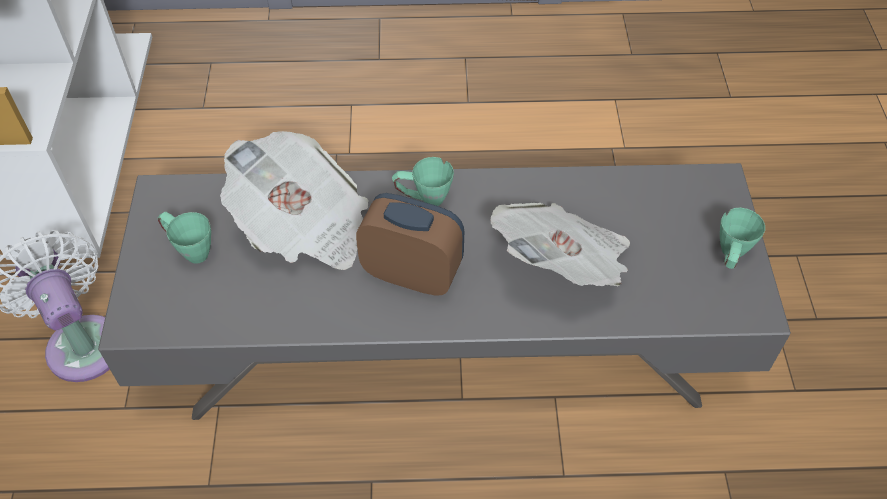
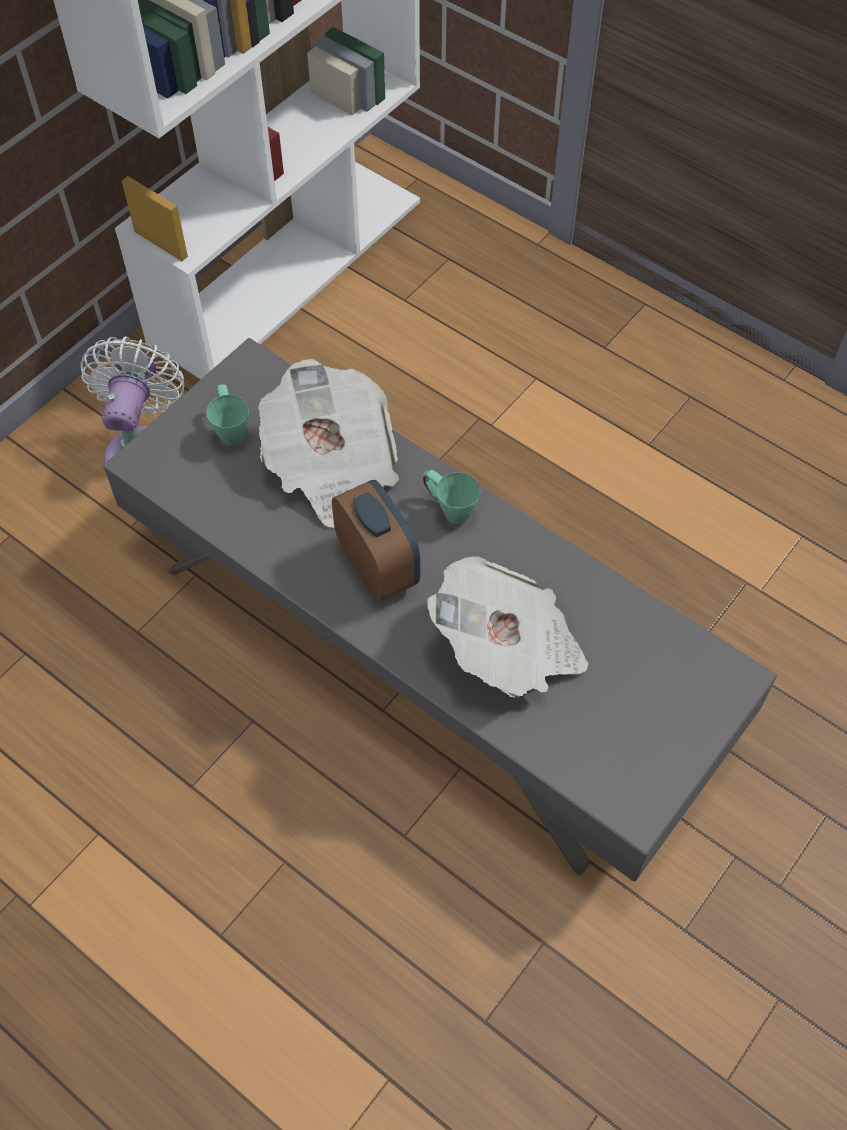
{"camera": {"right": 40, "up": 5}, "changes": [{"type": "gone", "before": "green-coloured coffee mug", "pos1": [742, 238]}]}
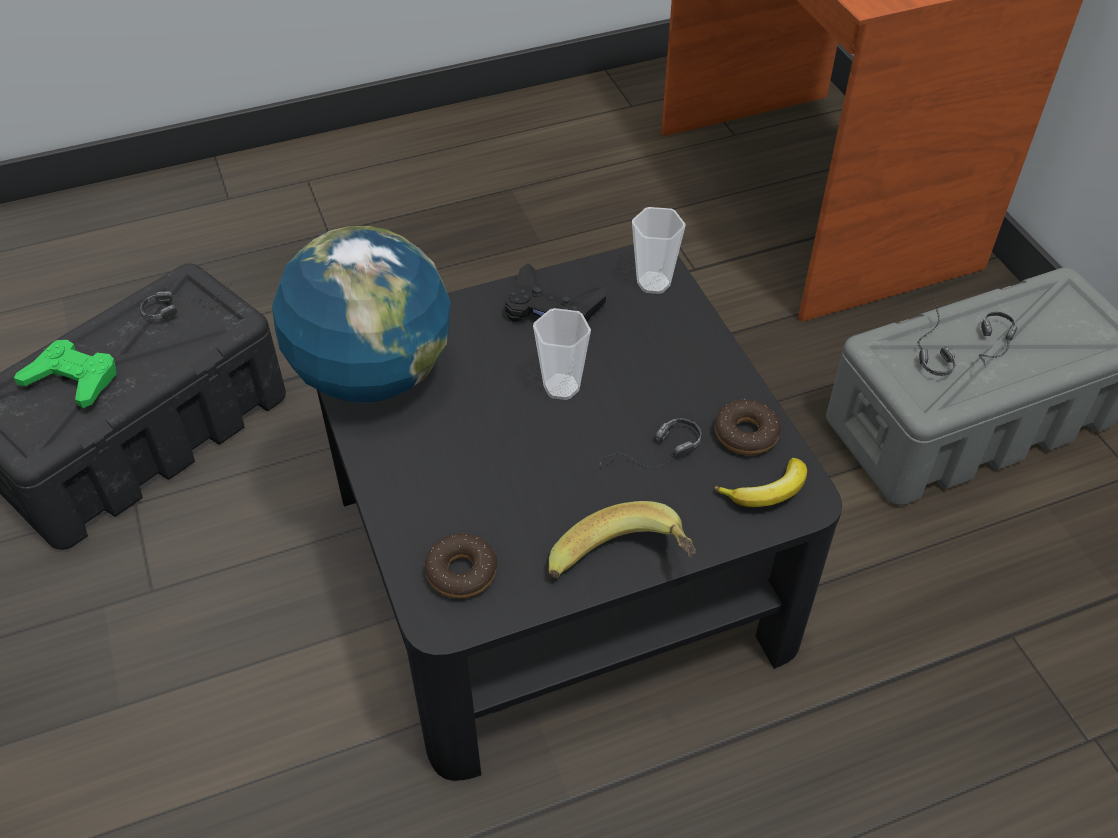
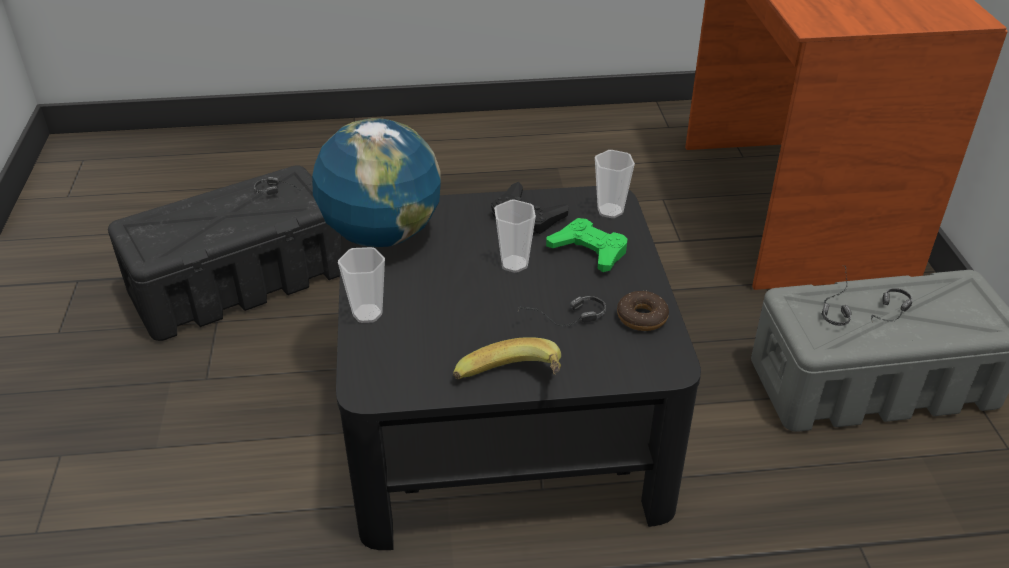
{"camera": {"right": 15, "up": -10}, "changes": [{"type": "new", "after": "small cup", "pos2": [361, 285]}, {"type": "shifted", "before": "green-coloured gamepad", "pos1": [65, 374], "pos2": [587, 245]}, {"type": "gone", "before": "doughnut", "pos1": [461, 566]}, {"type": "gone", "before": "banana", "pos1": [760, 482]}]}
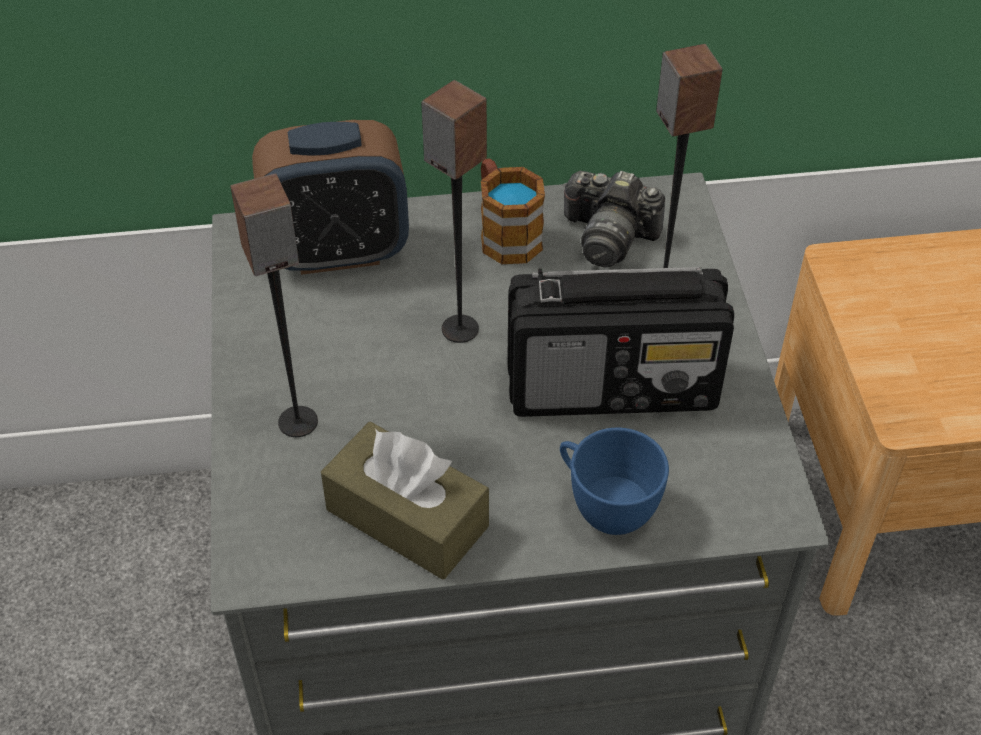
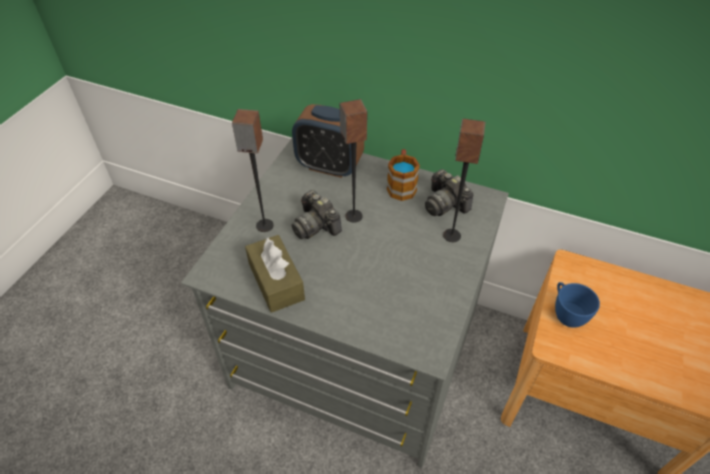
{"camera": {"right": 30, "up": 0}, "changes": [{"type": "new", "after": "still camera", "pos2": [317, 214]}, {"type": "shifted", "before": "blue-coloured small cup", "pos1": [614, 481], "pos2": [577, 305]}, {"type": "gone", "before": "radio receiver", "pos1": [620, 341]}]}
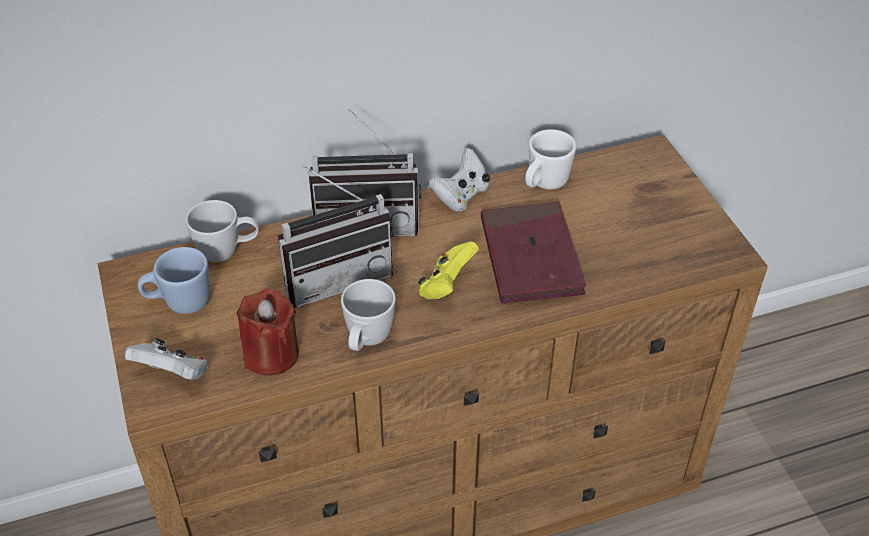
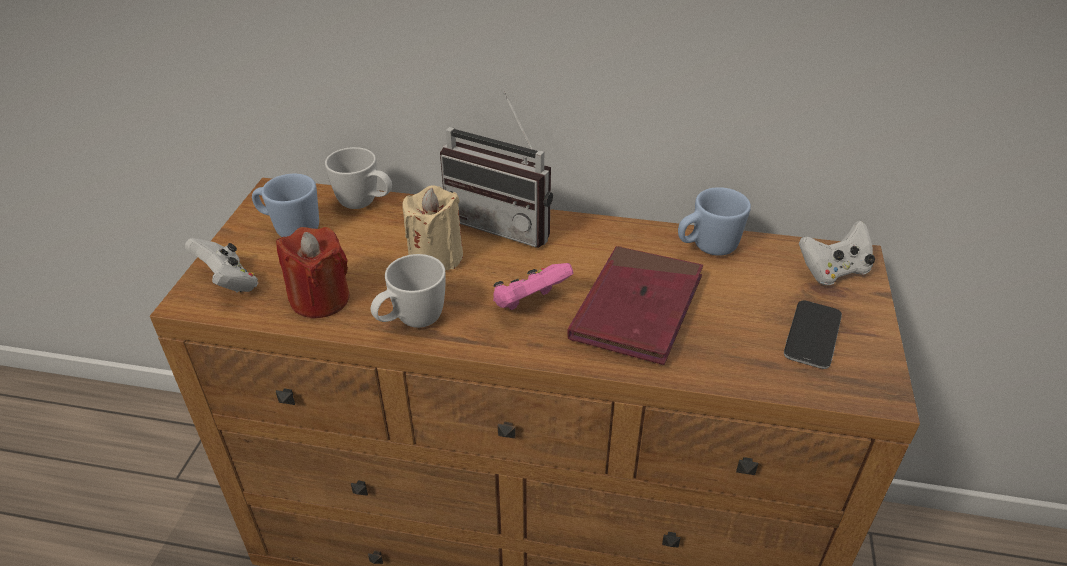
{"camera": {"right": 30, "up": -5}, "changes": [{"type": "swapped", "before": "radio receiver", "after": "sand-coloured wax light", "pos1": [336, 237], "pos2": [432, 228]}, {"type": "repainted", "before": "yellowish gamepad", "after": "pinkish gamepad", "pos1": [448, 270], "pos2": [533, 286]}, {"type": "repainted", "before": "white-coloured coffee mug", "after": "blue-coloured coffee mug", "pos1": [550, 159], "pos2": [714, 221]}, {"type": "new", "after": "phone", "pos2": [813, 334]}, {"type": "shifted", "before": "white-coloured gamepad", "pos1": [459, 180], "pos2": [837, 253]}]}
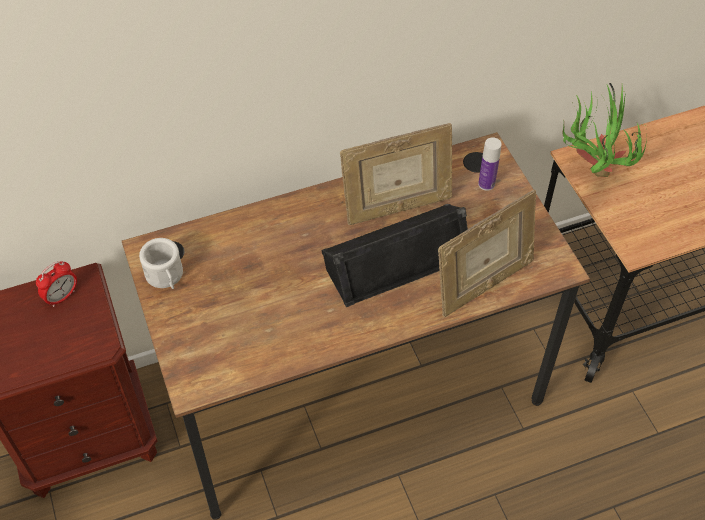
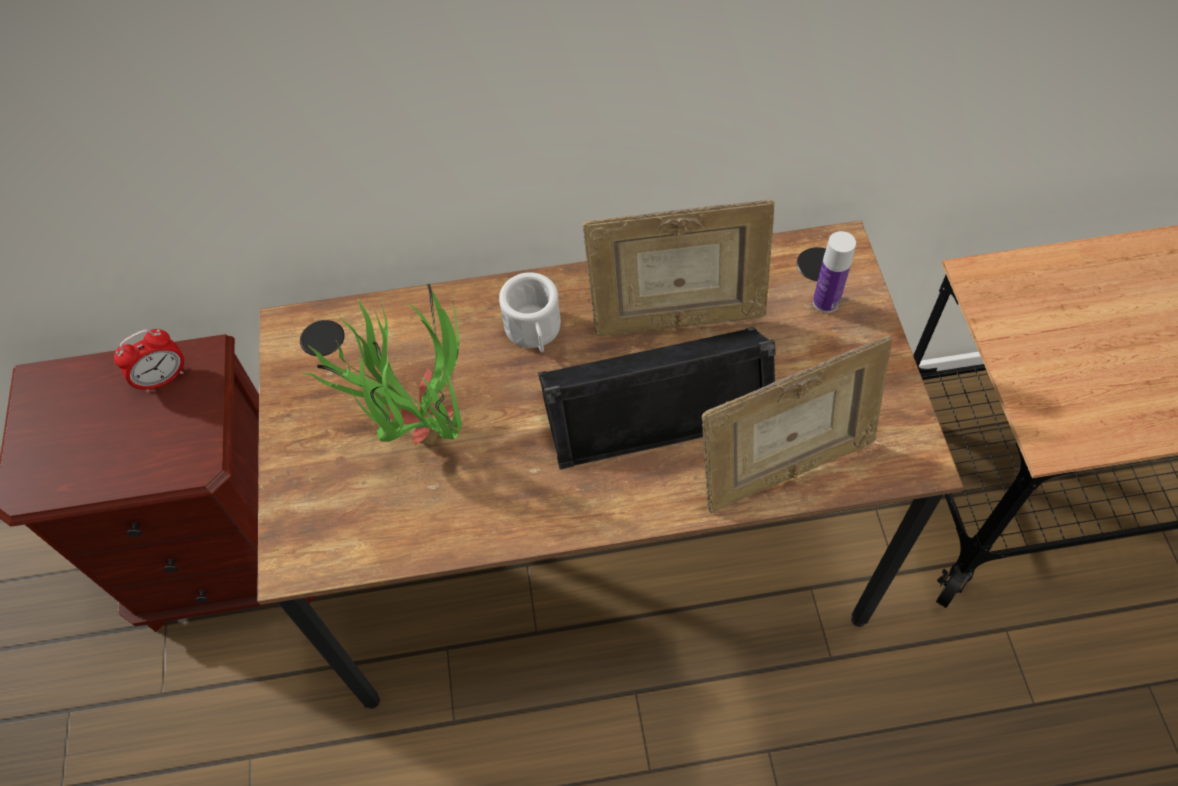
{"camera": {"right": 15, "up": 5}, "changes": [{"type": "shifted", "before": "houseplant", "pos1": [604, 130], "pos2": [382, 364]}, {"type": "shifted", "before": "white-coloured coffee mug", "pos1": [161, 263], "pos2": [530, 312]}]}
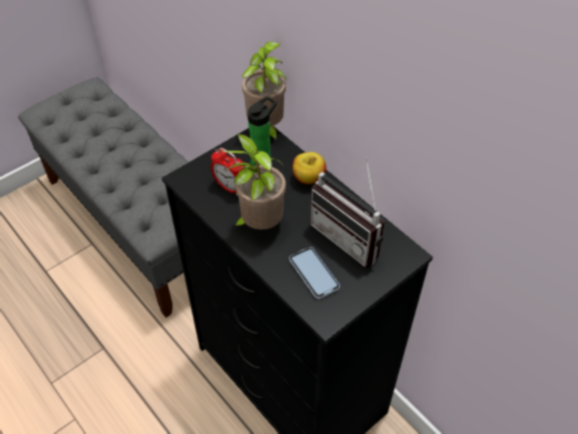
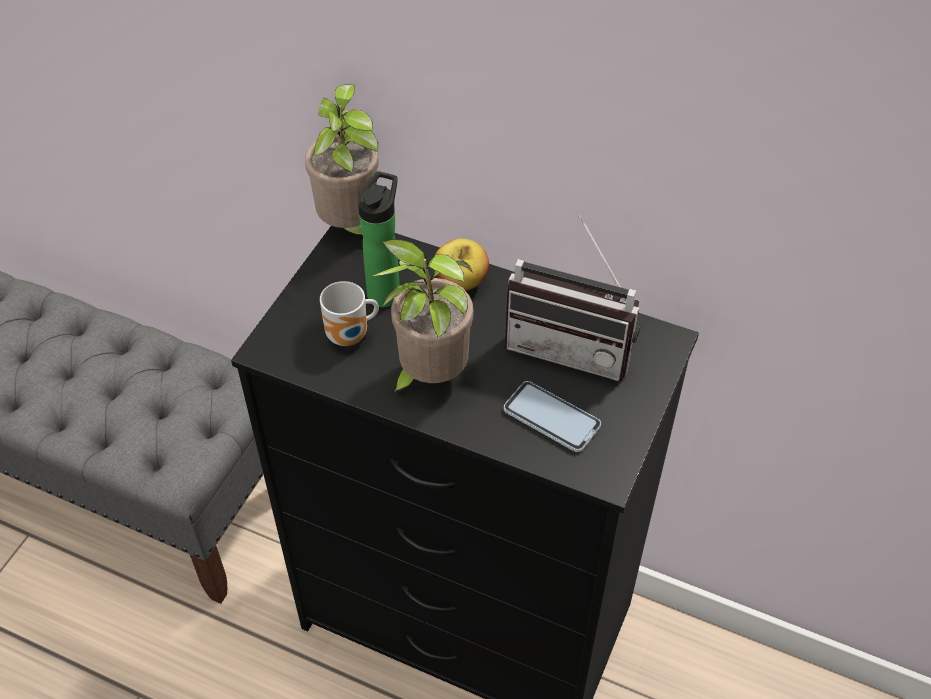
{"camera": {"right": -25, "up": 0}, "changes": [{"type": "swapped", "before": "table clock", "after": "coffee mug", "pos1": [228, 172], "pos2": [349, 313]}]}
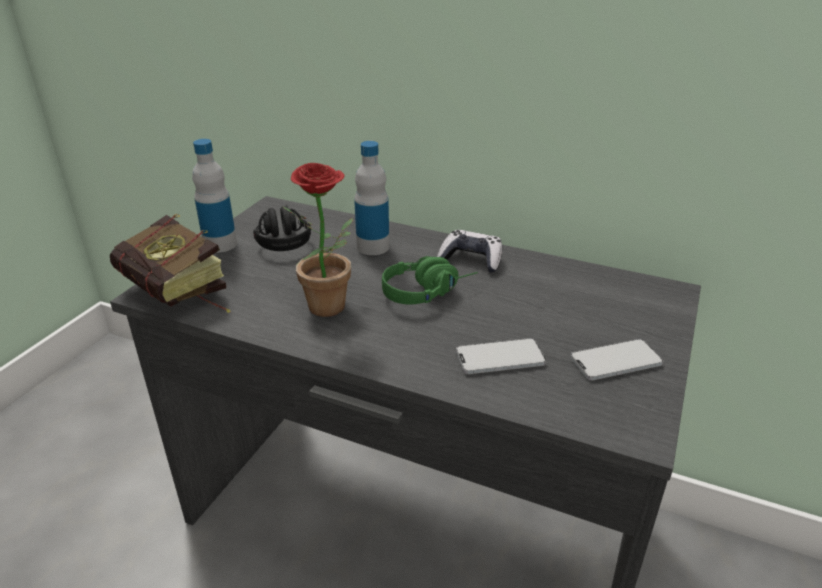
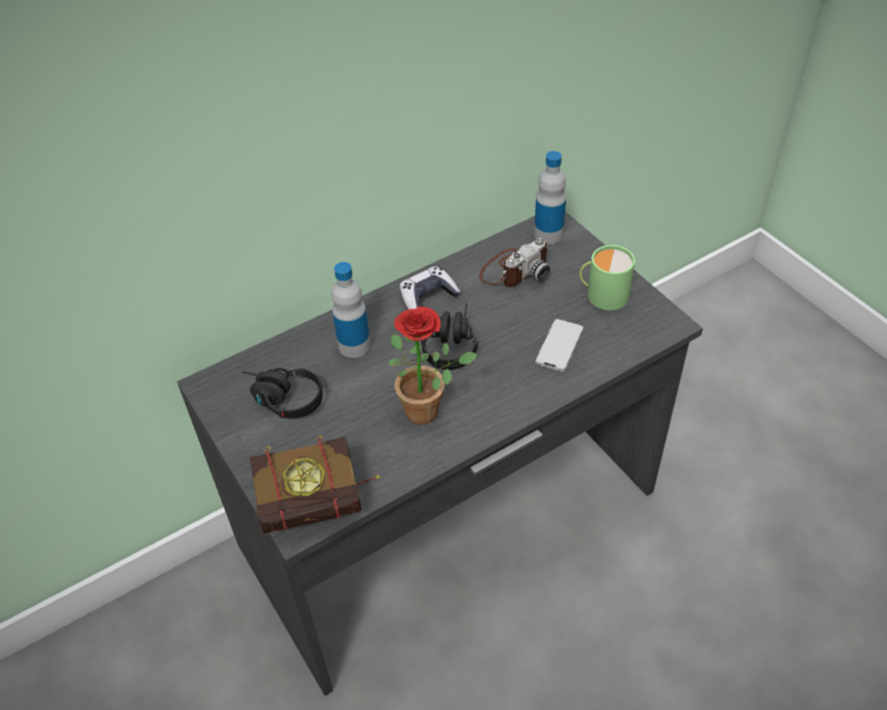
{"camera": {"right": -55, "up": 15}, "changes": [{"type": "repainted", "before": "green-coloured pair of headphones", "after": "black pair of headphones", "pos1": [430, 280], "pos2": [449, 336]}, {"type": "new", "after": "still camera", "pos2": [514, 262]}, {"type": "shifted", "before": "bottle", "pos1": [214, 196], "pos2": [550, 197]}, {"type": "swapped", "before": "phone", "after": "green-coloured coffee mug", "pos1": [616, 359], "pos2": [607, 277]}]}
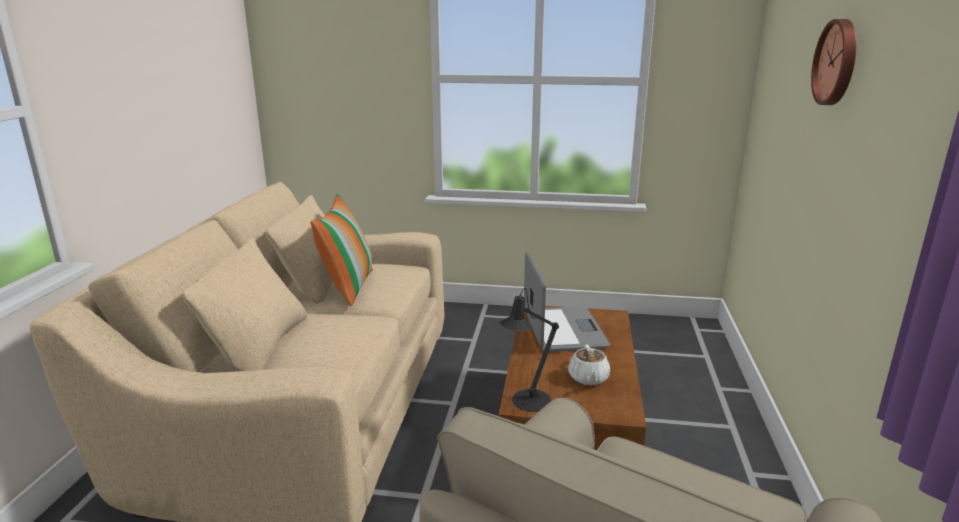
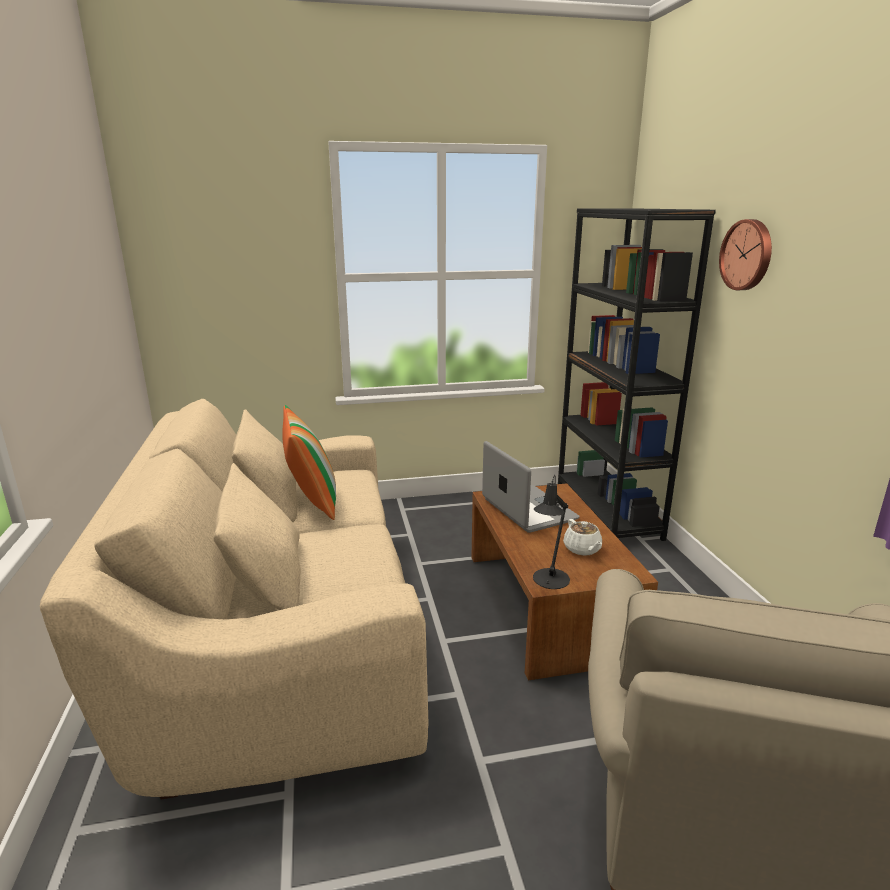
{"camera": {"right": -20, "up": 0}, "changes": [{"type": "new", "after": "black bookcase", "pos2": [637, 374]}]}
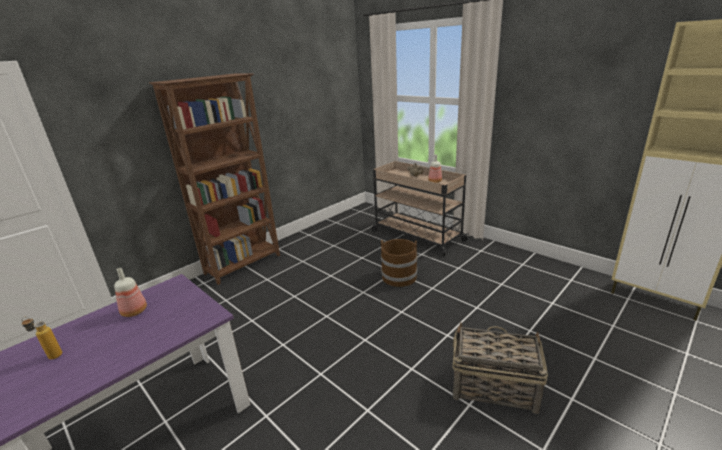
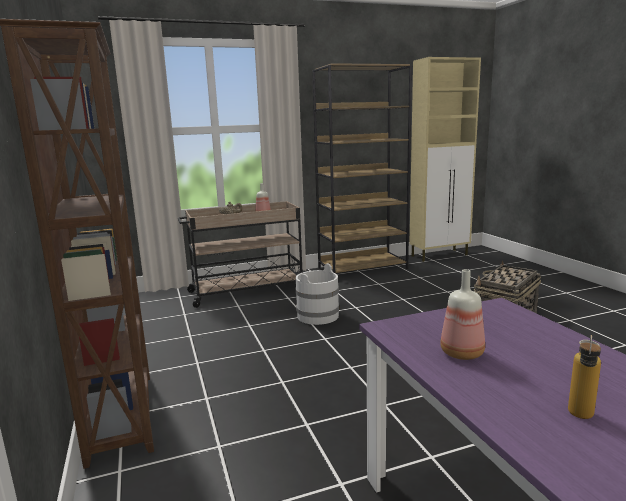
{"camera": {"right": -65, "up": -10}, "changes": [{"type": "repainted", "before": "brownish water bucket", "after": "white-coloured water bucket", "pos1": [399, 263], "pos2": [317, 294]}, {"type": "new", "after": "brownish bookcase", "pos2": [362, 168]}]}
